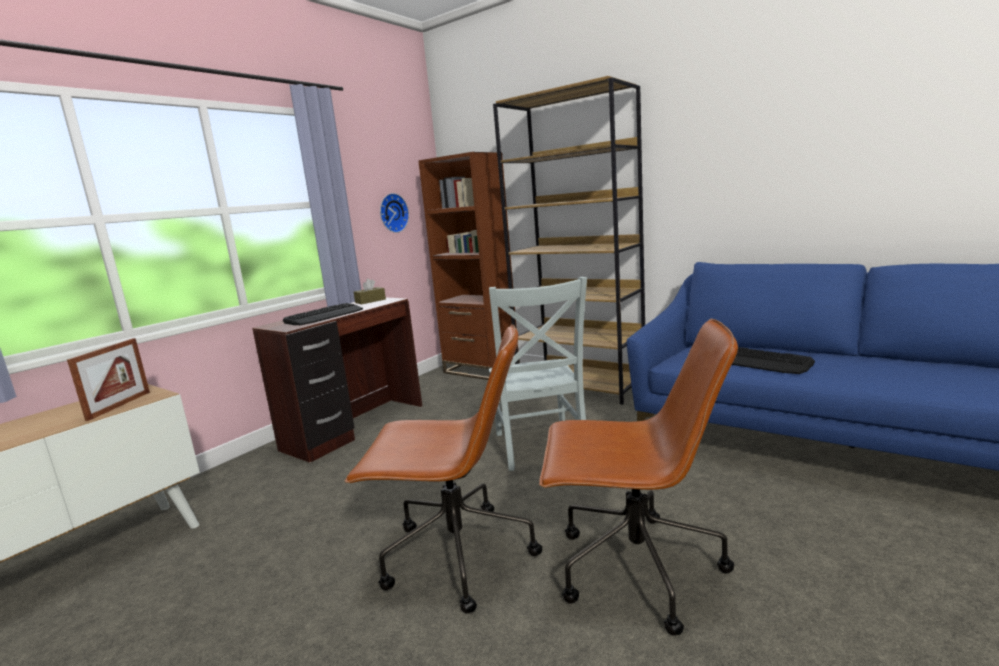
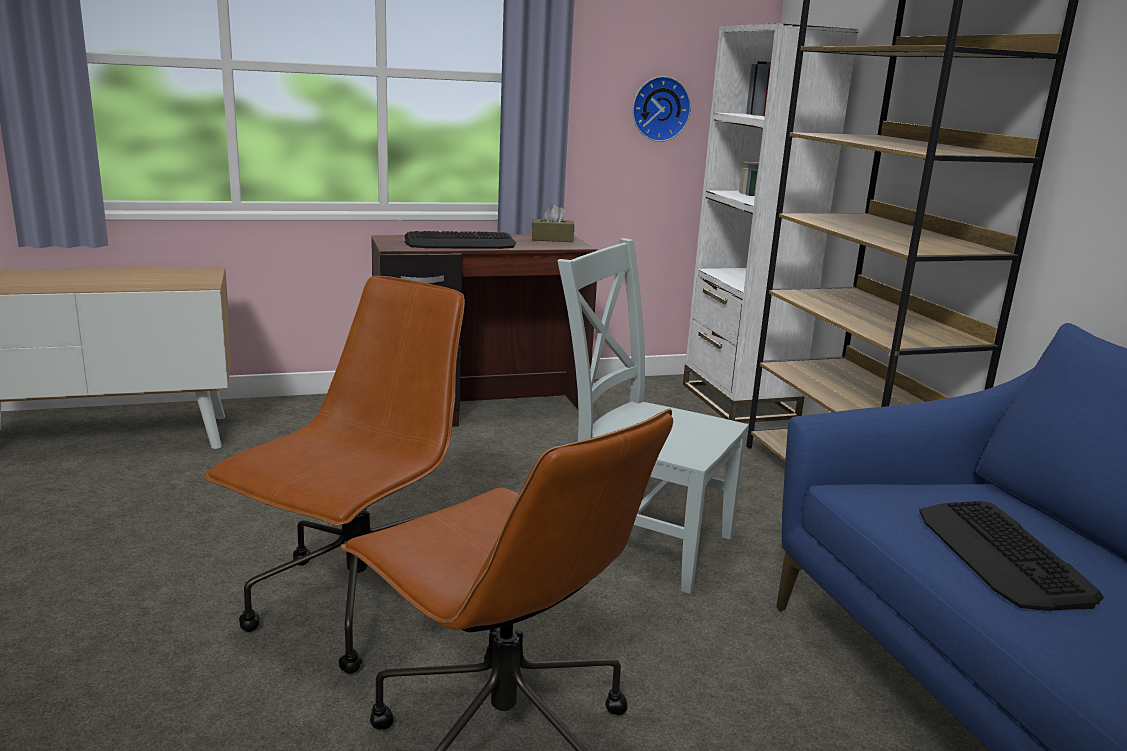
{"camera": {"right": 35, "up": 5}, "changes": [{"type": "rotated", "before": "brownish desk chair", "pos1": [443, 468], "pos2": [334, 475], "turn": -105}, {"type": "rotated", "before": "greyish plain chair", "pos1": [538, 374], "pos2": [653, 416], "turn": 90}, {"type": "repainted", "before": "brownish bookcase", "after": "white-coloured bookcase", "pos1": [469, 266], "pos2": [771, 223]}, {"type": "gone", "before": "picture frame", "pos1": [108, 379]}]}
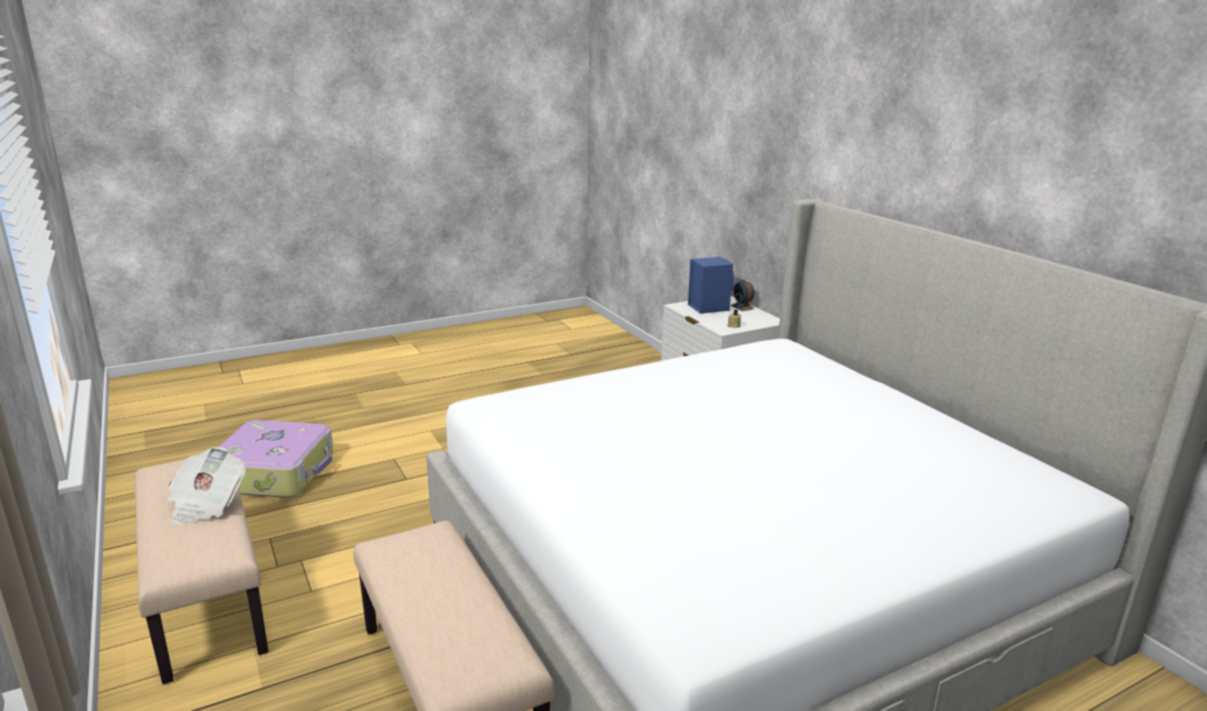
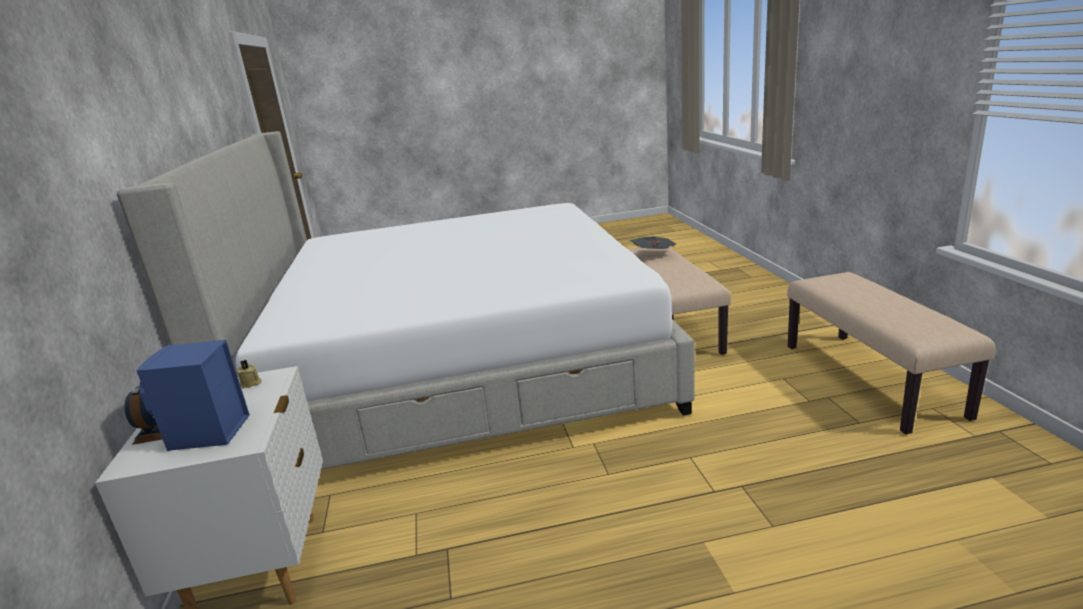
{"camera": {"right": -160, "up": 0}, "changes": [{"type": "shifted", "before": "daily paper", "pos1": [207, 486], "pos2": [653, 242]}, {"type": "gone", "before": "travel case", "pos1": [276, 459]}]}
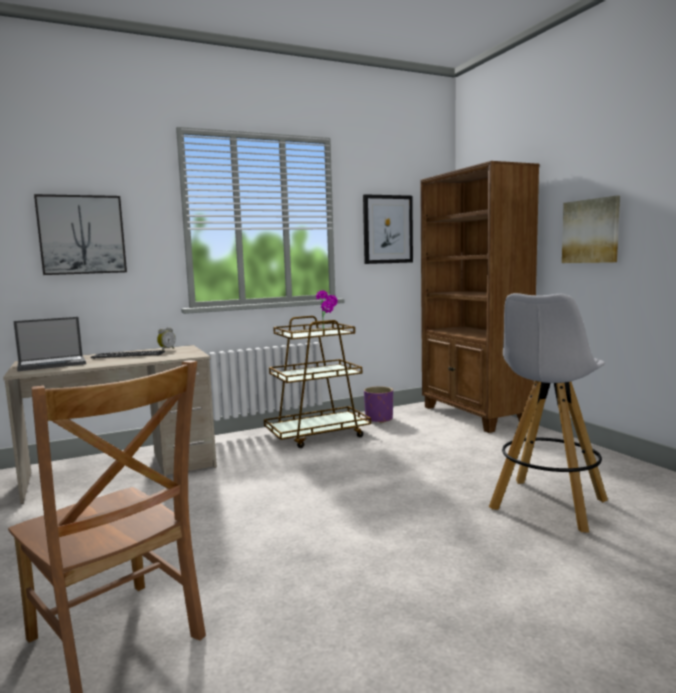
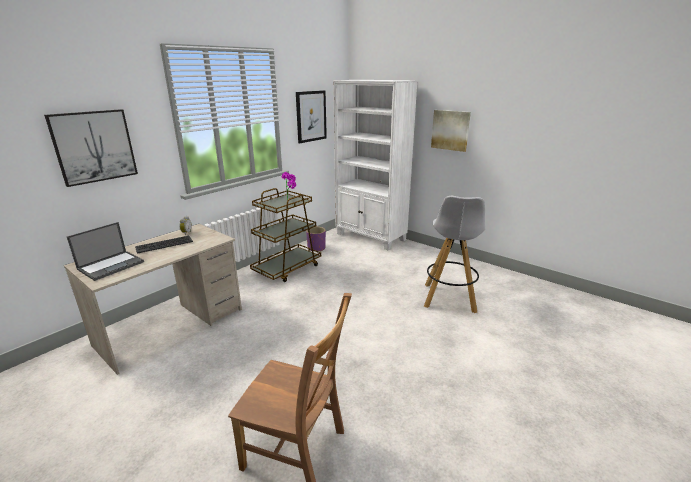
{"camera": {"right": -25, "up": 15}, "changes": [{"type": "repainted", "before": "brownish bookcase", "after": "white-coloured bookcase", "pos1": [479, 297], "pos2": [375, 165]}]}
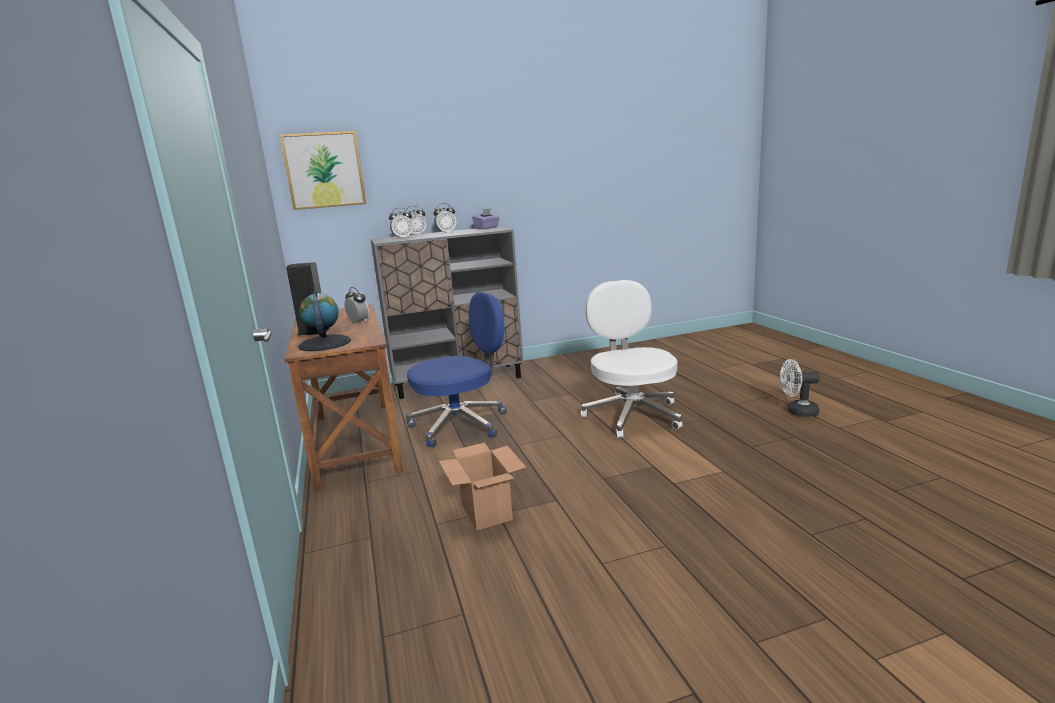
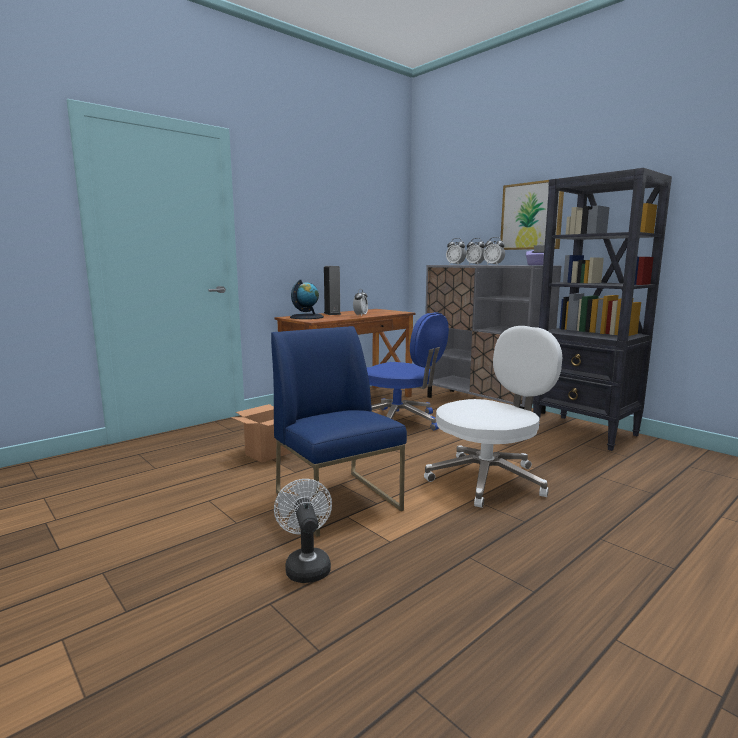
{"camera": {"right": 65, "up": -5}, "changes": [{"type": "new", "after": "blue-coloured plain chair", "pos2": [339, 431]}, {"type": "shifted", "before": "white-coloured electric fan", "pos1": [800, 388], "pos2": [303, 531]}, {"type": "shifted", "before": "wall picture", "pos1": [323, 170], "pos2": [532, 215]}, {"type": "new", "after": "black bookcase", "pos2": [602, 309]}]}
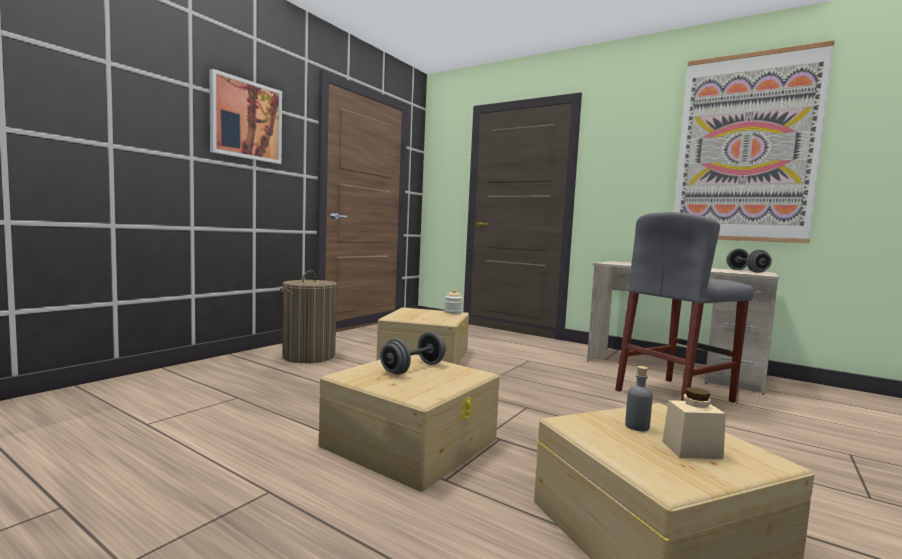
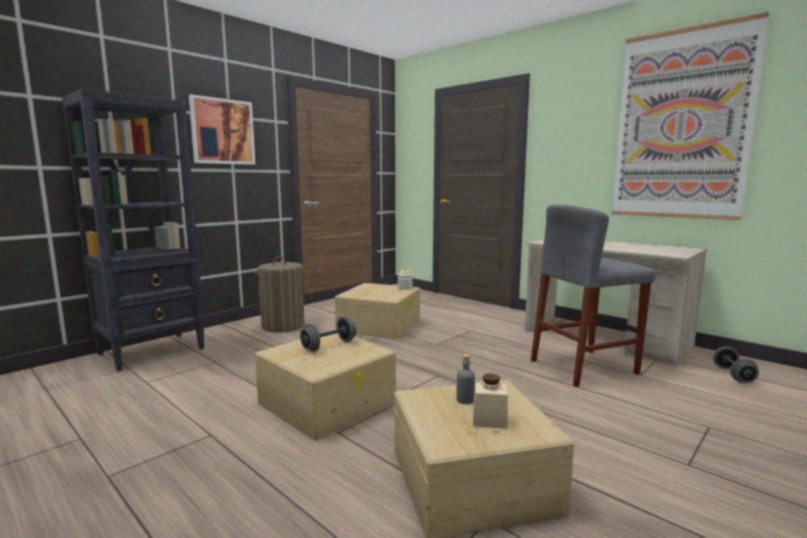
{"camera": {"right": 10, "up": 5}, "changes": [{"type": "new", "after": "black bookcase", "pos2": [133, 230]}, {"type": "shifted", "before": "greyish dumbbell", "pos1": [749, 261], "pos2": [736, 365]}]}
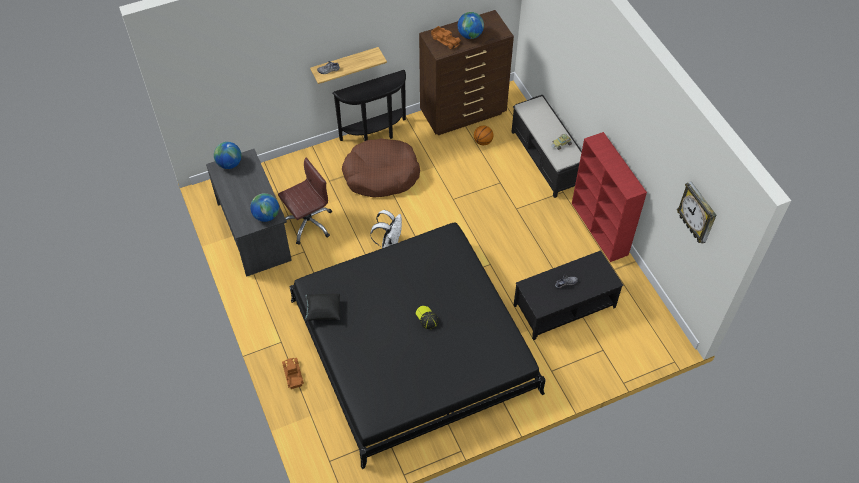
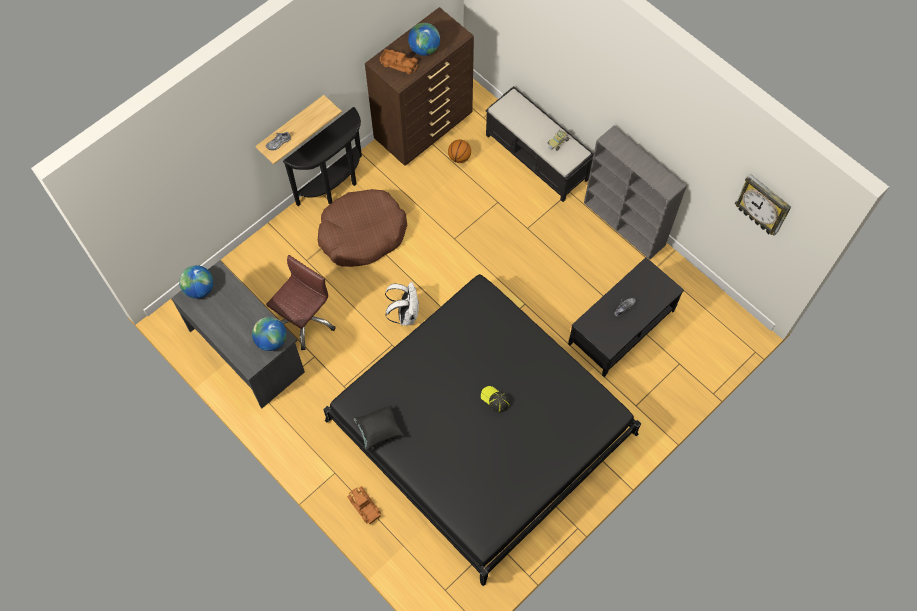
{"camera": {"right": -20, "up": 10}, "changes": [{"type": "repainted", "before": "red-coloured bookcase", "after": "greyish bookcase", "pos1": [609, 197], "pos2": [635, 193]}]}
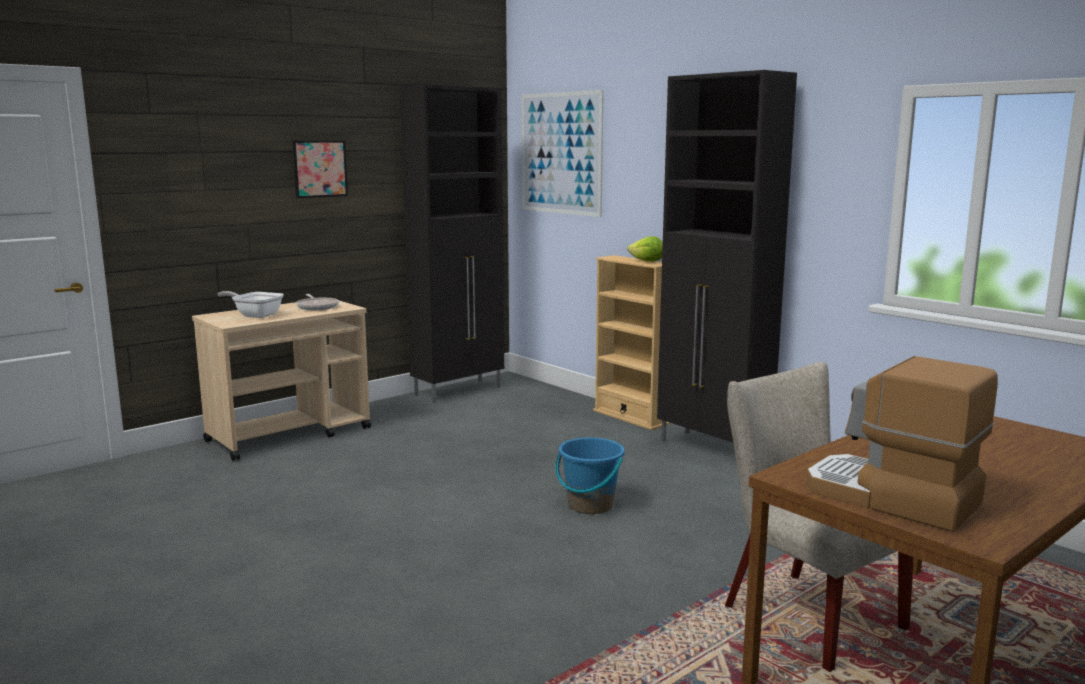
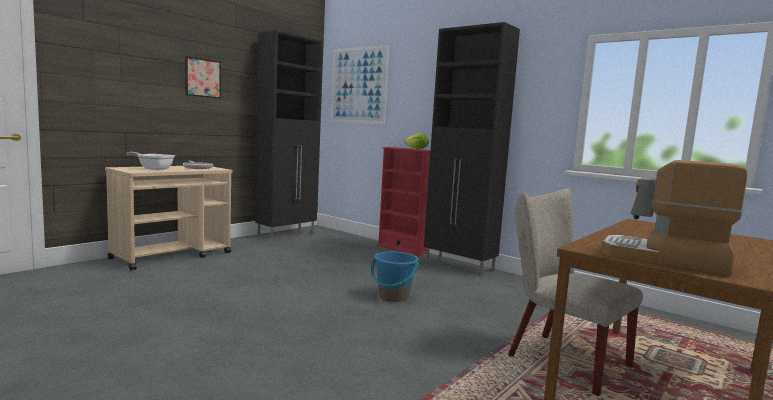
{"camera": {"right": -10, "up": -5}, "changes": [{"type": "repainted", "before": "sand-coloured bookcase", "after": "red-coloured bookcase", "pos1": [631, 342], "pos2": [403, 201]}]}
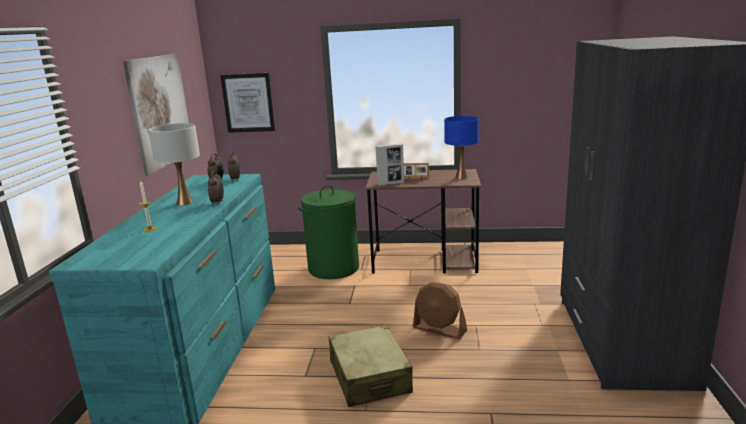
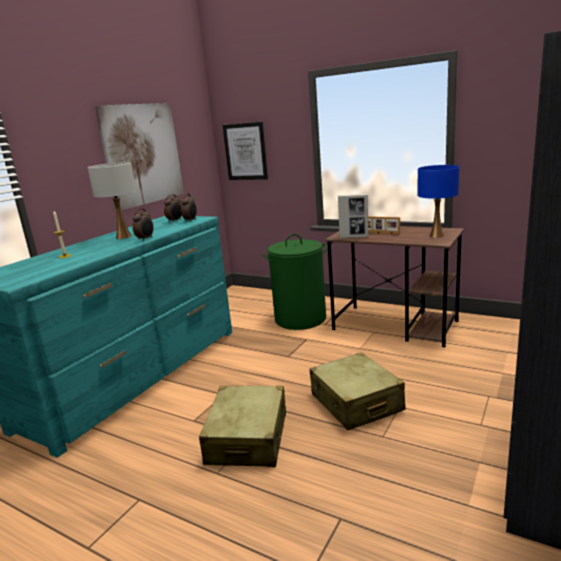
{"camera": {"right": 25, "up": 0}, "changes": [{"type": "swapped", "before": "brownish electric fan", "after": "sand-coloured travel case", "pos1": [440, 310], "pos2": [358, 391]}]}
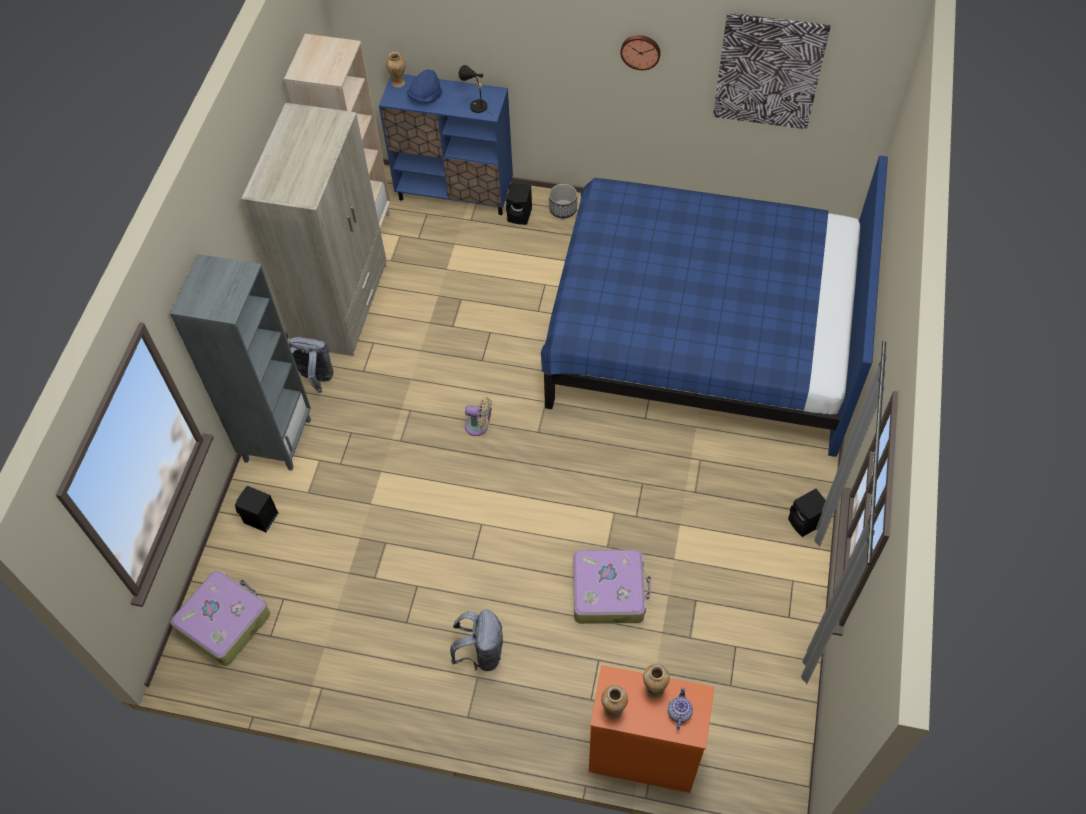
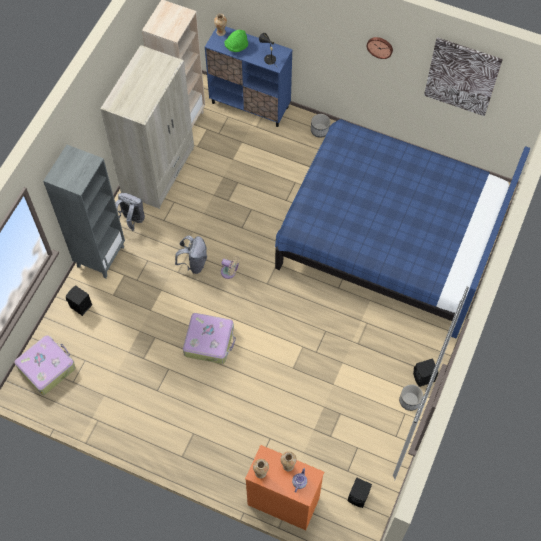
{"camera": {"right": 10, "up": 5}, "changes": [{"type": "shifted", "before": "greyish rucksack", "pos1": [476, 640], "pos2": [191, 254]}, {"type": "shifted", "before": "travel case", "pos1": [612, 587], "pos2": [209, 338]}, {"type": "repainted", "before": "blue-coloured wearable hat", "after": "green-coloured wearable hat", "pos1": [424, 86], "pos2": [236, 41]}, {"type": "shifted", "before": "black loudspeaker", "pos1": [519, 204], "pos2": [360, 492]}, {"type": "new", "after": "planter", "pos2": [411, 397]}]}
